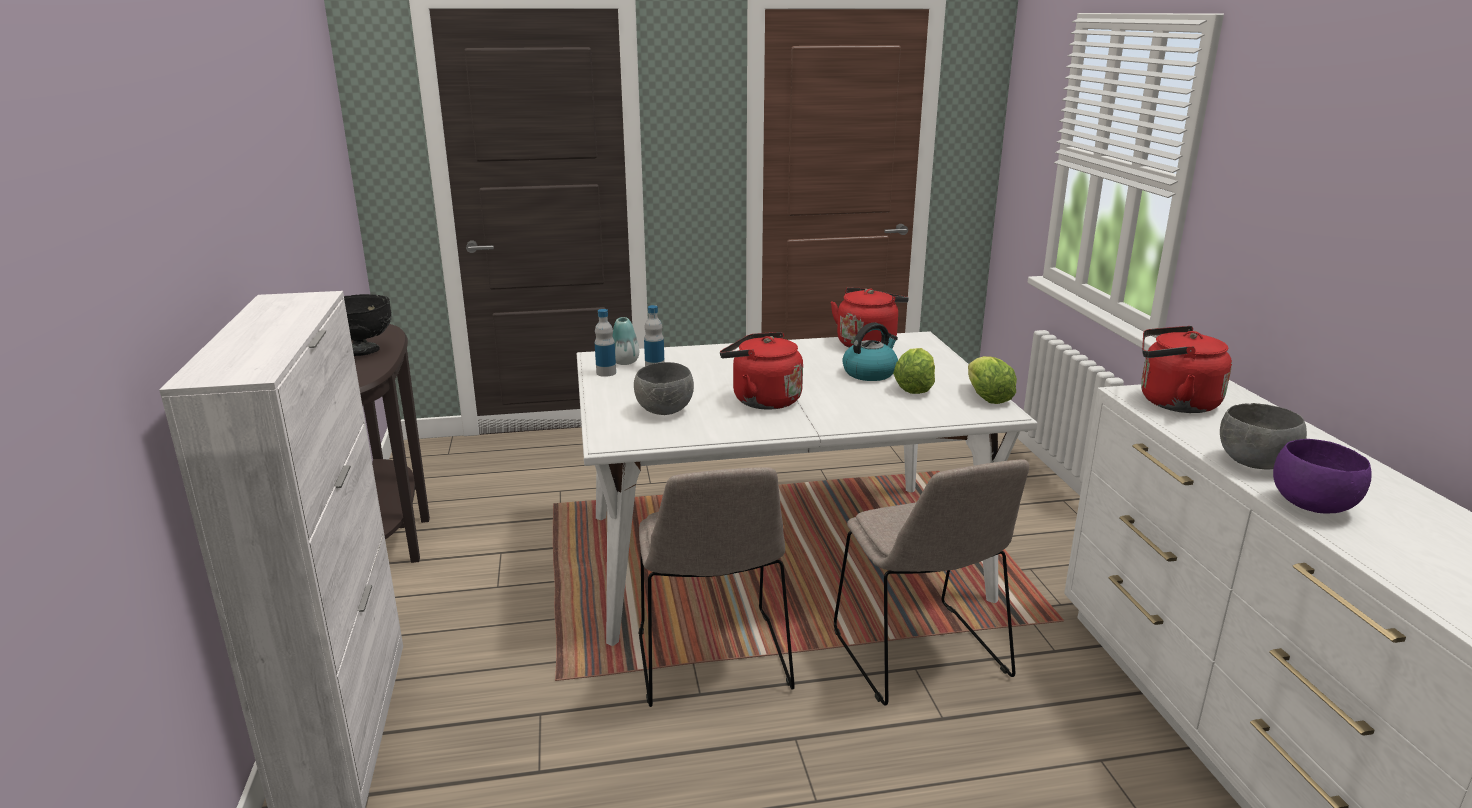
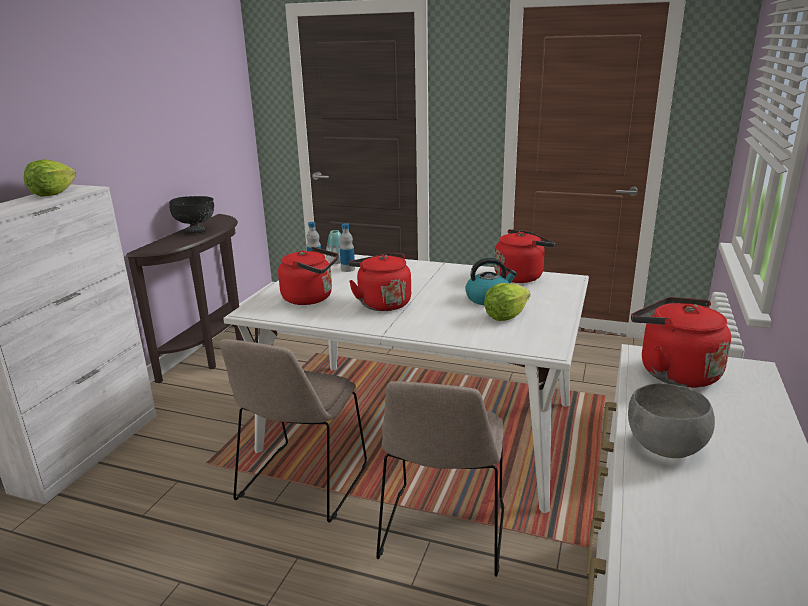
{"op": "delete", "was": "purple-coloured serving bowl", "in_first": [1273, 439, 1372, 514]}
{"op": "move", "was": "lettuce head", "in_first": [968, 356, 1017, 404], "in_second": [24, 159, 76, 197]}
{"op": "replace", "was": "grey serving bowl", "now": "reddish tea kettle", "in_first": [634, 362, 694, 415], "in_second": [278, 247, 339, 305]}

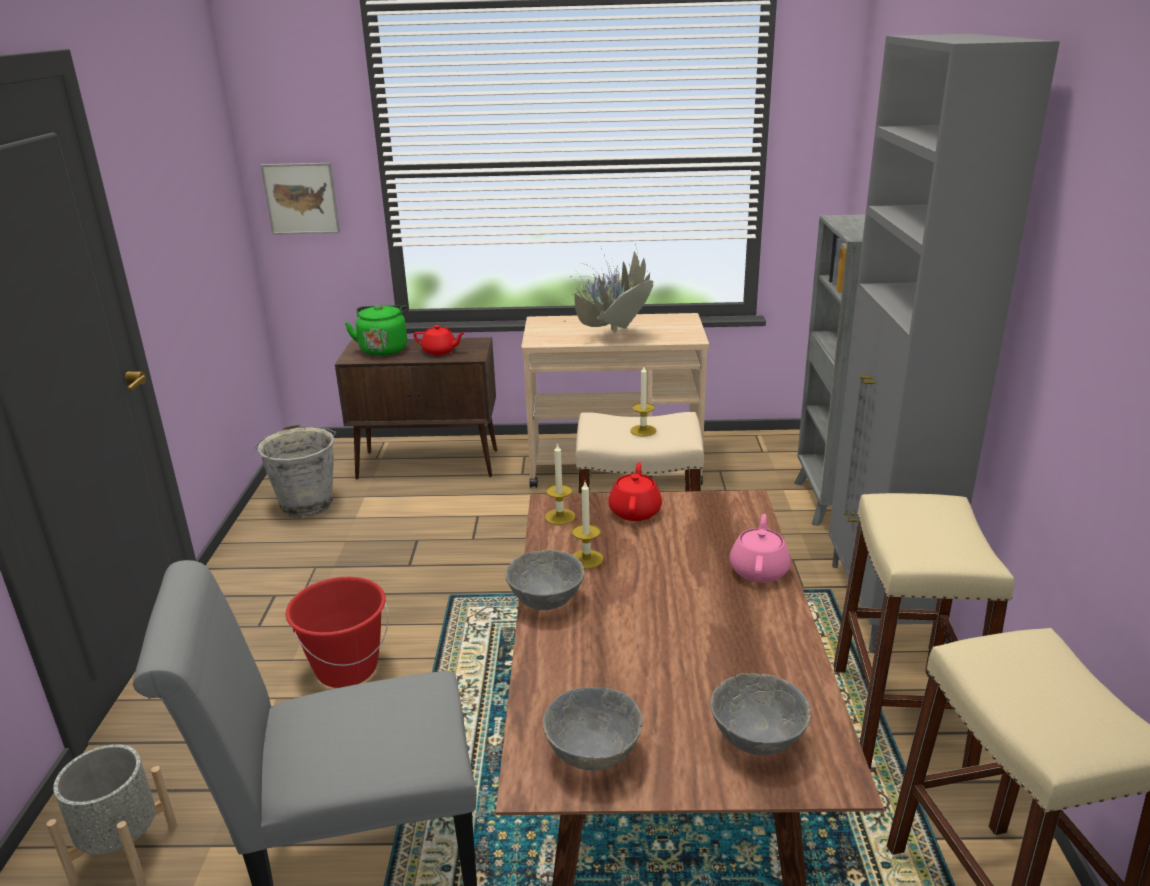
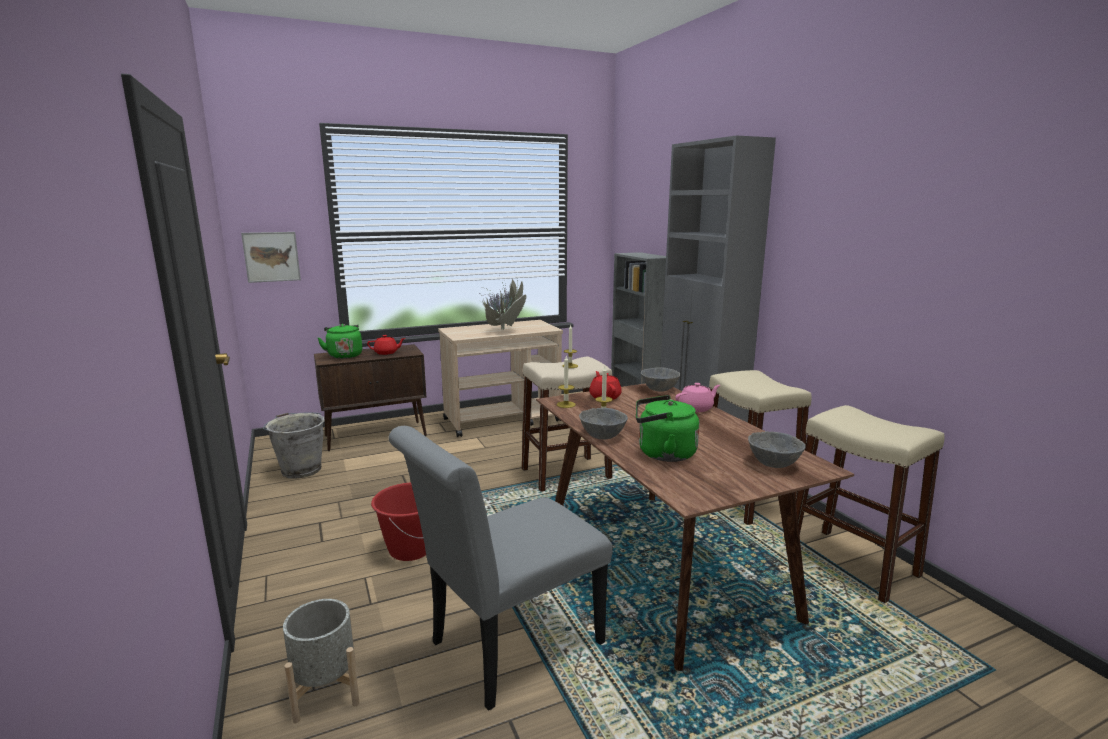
{"op": "insert", "now": "green tea kettle", "in_second": [636, 395, 700, 462]}
{"op": "move", "was": "grey serving bowl", "in_first": [543, 687, 643, 771], "in_second": [641, 367, 680, 392]}
{"op": "rotate", "was": "pink-coloured pot for tea", "in_first": [730, 514, 791, 583], "in_second": [675, 383, 720, 412], "clockwise": 75}

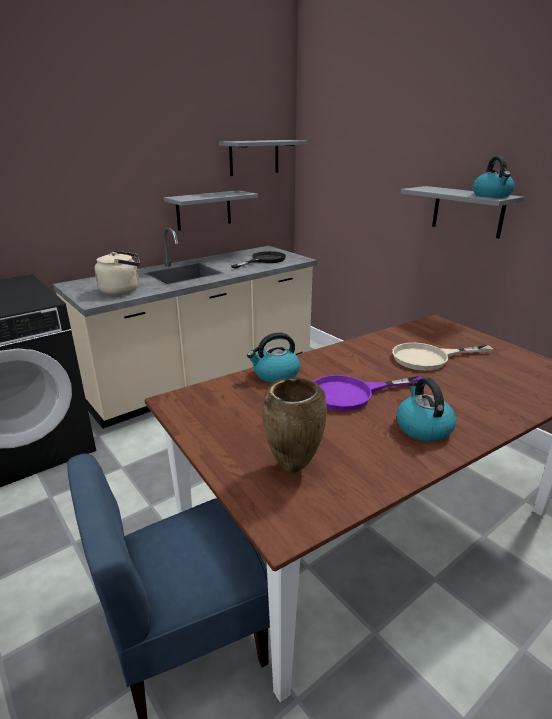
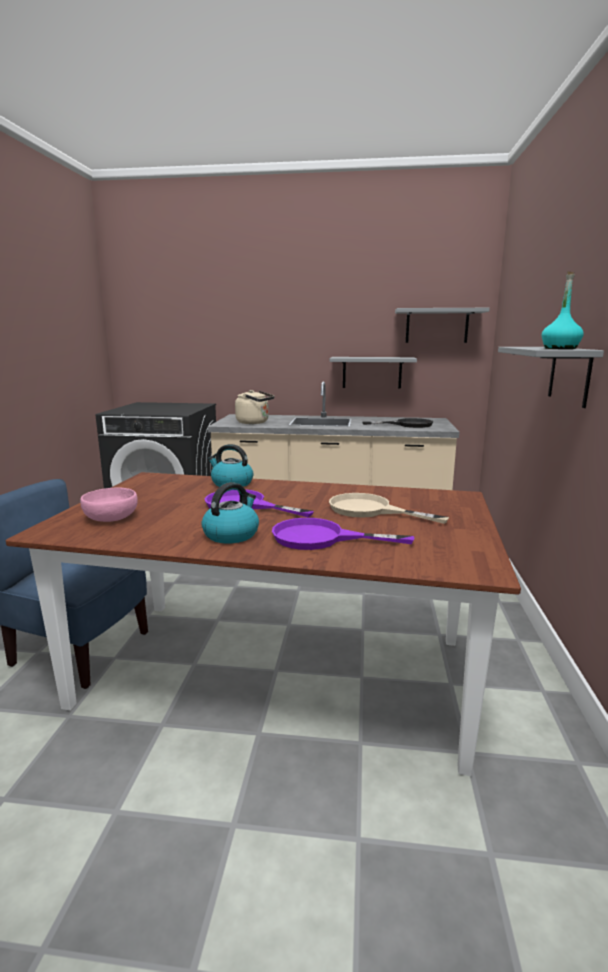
{"op": "insert", "now": "purple-coloured pan", "in_second": [272, 518, 415, 550]}
{"op": "replace", "was": "brown vase", "now": "pink-coloured serving bowl", "in_first": [262, 378, 327, 473], "in_second": [80, 487, 138, 522]}
{"op": "replace", "was": "tea kettle", "now": "turquoise drink bottle", "in_first": [473, 156, 515, 198], "in_second": [542, 272, 584, 349]}

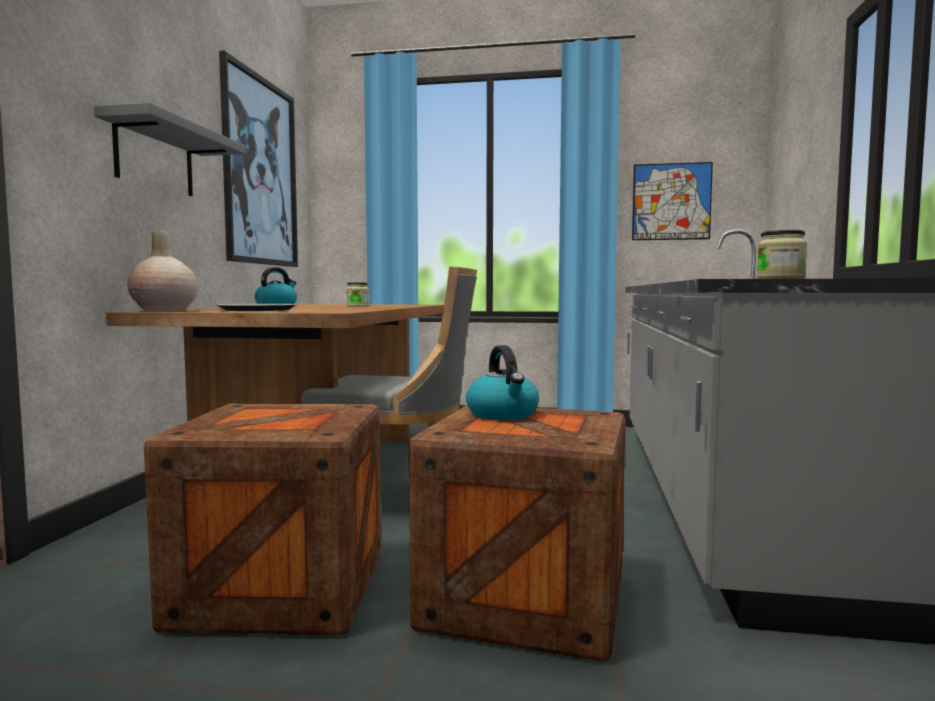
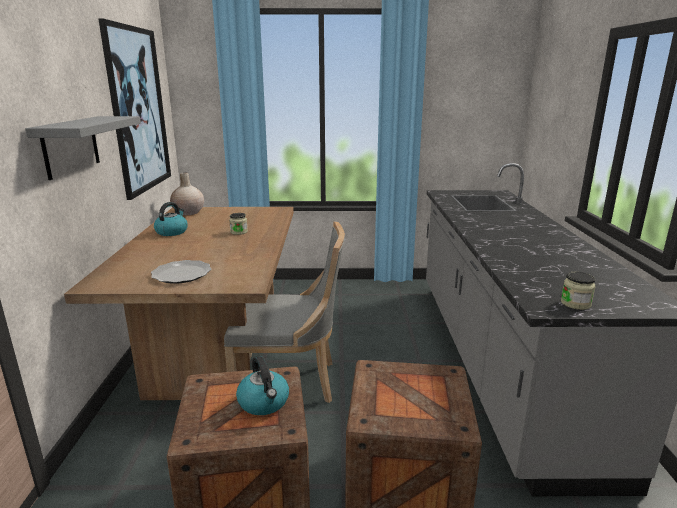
{"op": "delete", "was": "picture", "in_first": [632, 162, 713, 240]}
{"op": "move", "was": "beige-coloured vase", "in_first": [127, 231, 198, 311], "in_second": [170, 172, 204, 215]}
{"op": "move", "was": "tea kettle", "in_first": [466, 345, 539, 420], "in_second": [236, 356, 289, 415]}

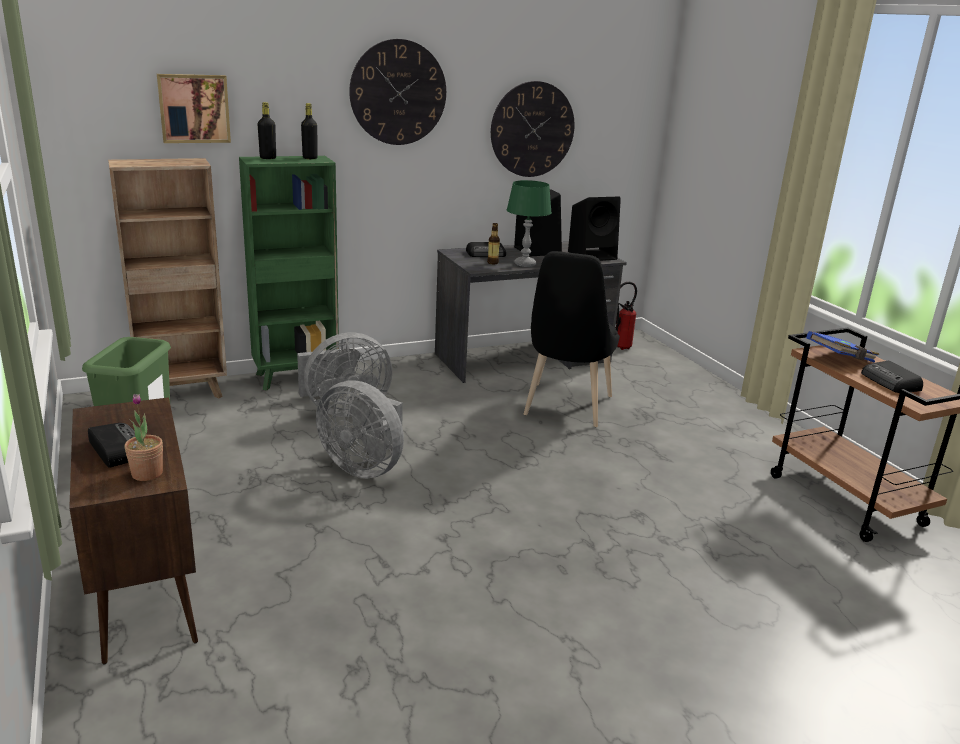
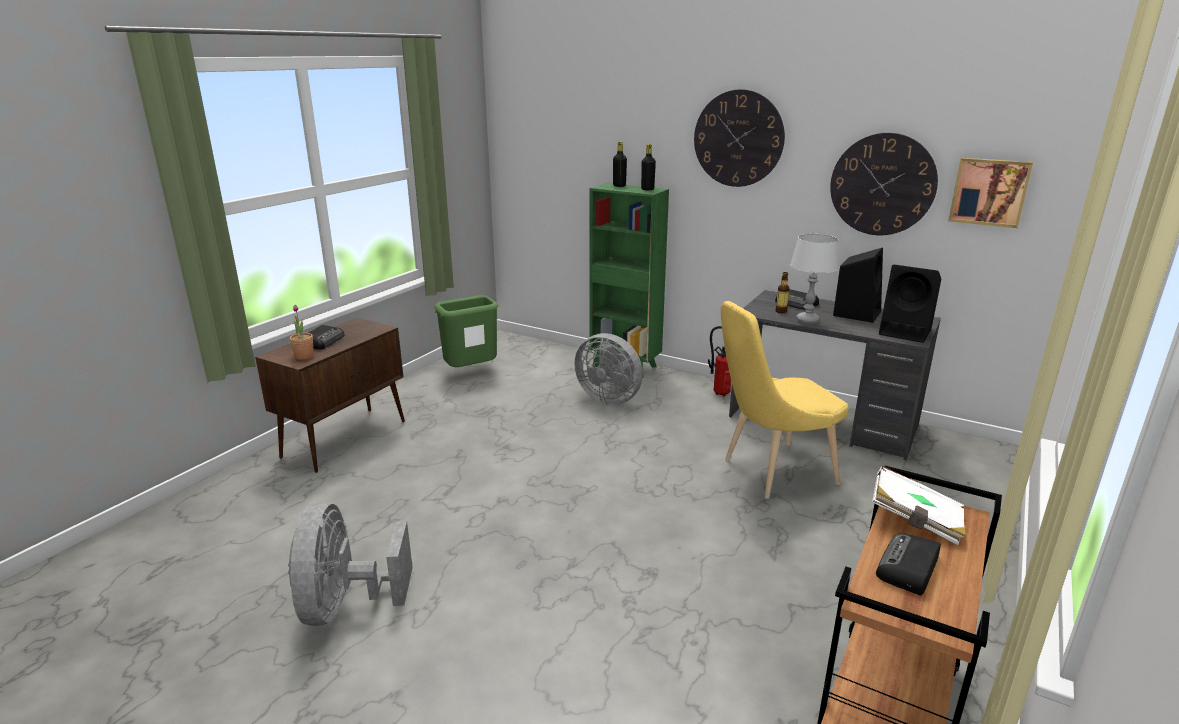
{"op": "delete", "was": "brown shelving unit", "in_first": [108, 158, 227, 398]}
{"op": "move", "was": "picture", "in_first": [157, 74, 231, 143], "in_second": [948, 158, 1033, 228]}
{"op": "move", "was": "grey cooling fan", "in_first": [316, 380, 404, 478], "in_second": [288, 502, 413, 626]}
{"op": "move", "was": "fire-fighting cylinder", "in_first": [615, 282, 637, 350], "in_second": [708, 326, 731, 396]}
{"op": "recolor", "was": "green table lamp", "now": "grey table lamp", "in_first": [507, 180, 552, 267], "in_second": [790, 234, 839, 324]}
{"op": "recolor", "was": "blackish plain chair", "now": "yellow plain chair", "in_first": [524, 251, 620, 427], "in_second": [721, 301, 849, 499]}
{"op": "recolor", "was": "blue bound book", "now": "white bound book", "in_first": [806, 331, 879, 362], "in_second": [872, 466, 966, 545]}

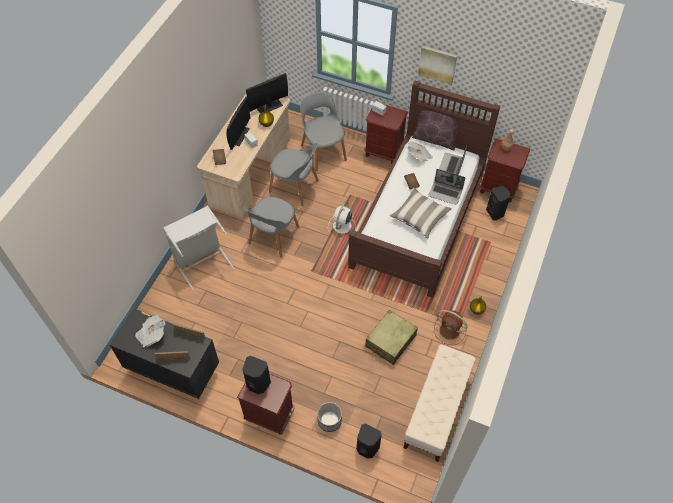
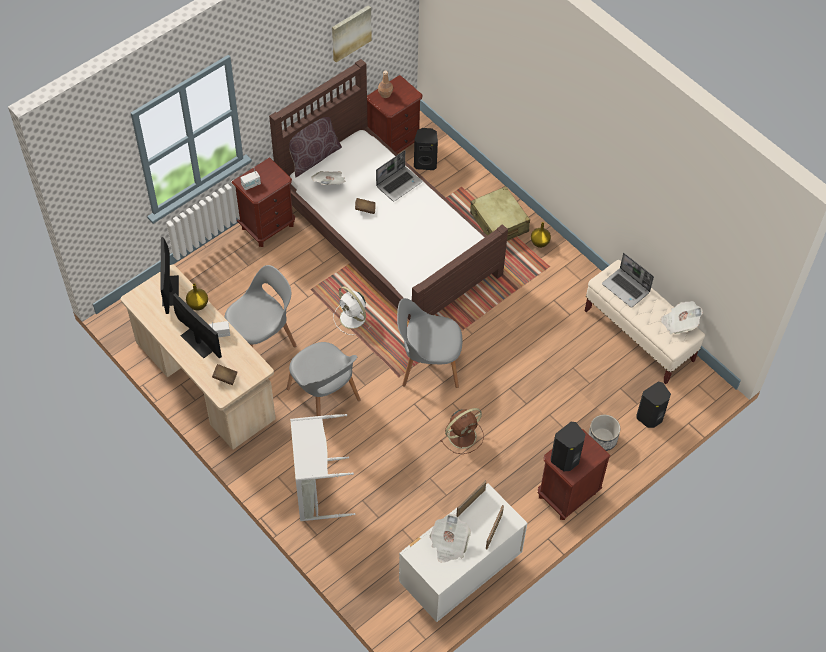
{"op": "delete", "was": "throw pillow", "in_first": [389, 188, 452, 238]}
{"op": "insert", "now": "newspaper", "in_second": [661, 301, 703, 334]}
{"op": "move", "was": "grey plain chair", "in_first": [300, 92, 347, 171], "in_second": [397, 298, 463, 388]}
{"op": "move", "was": "beige-coloured suitcase", "in_first": [365, 310, 418, 365], "in_second": [470, 186, 530, 241]}
{"op": "move", "was": "picture", "in_first": [418, 46, 457, 85], "in_second": [332, 5, 372, 62]}
{"op": "move", "was": "brown cooling fan", "in_first": [434, 310, 468, 345], "in_second": [440, 408, 484, 454]}
{"op": "move", "was": "laptop", "in_first": [439, 146, 467, 175], "in_second": [602, 253, 654, 308]}
{"op": "recolor", "was": "blackish dresser", "now": "white dresser", "in_first": [110, 308, 219, 399], "in_second": [399, 483, 527, 622]}

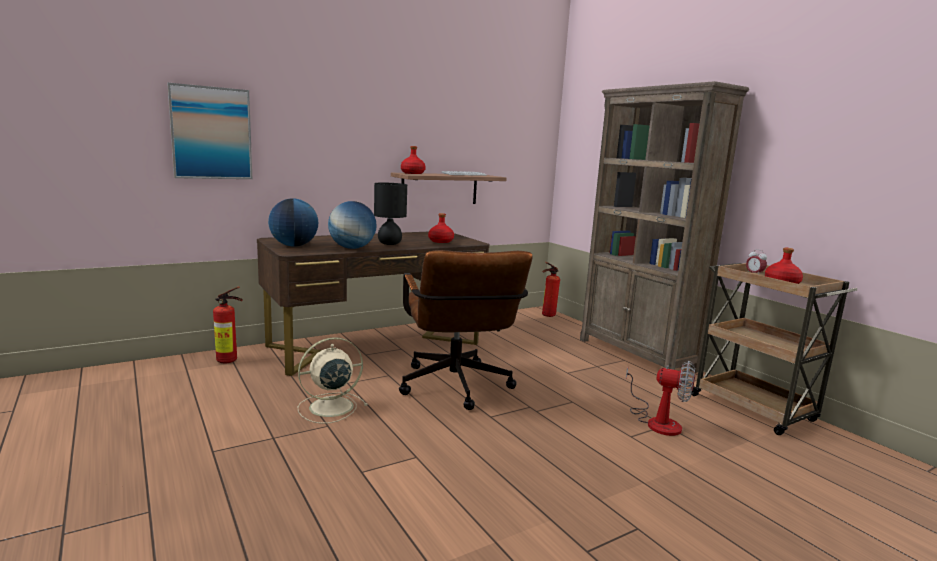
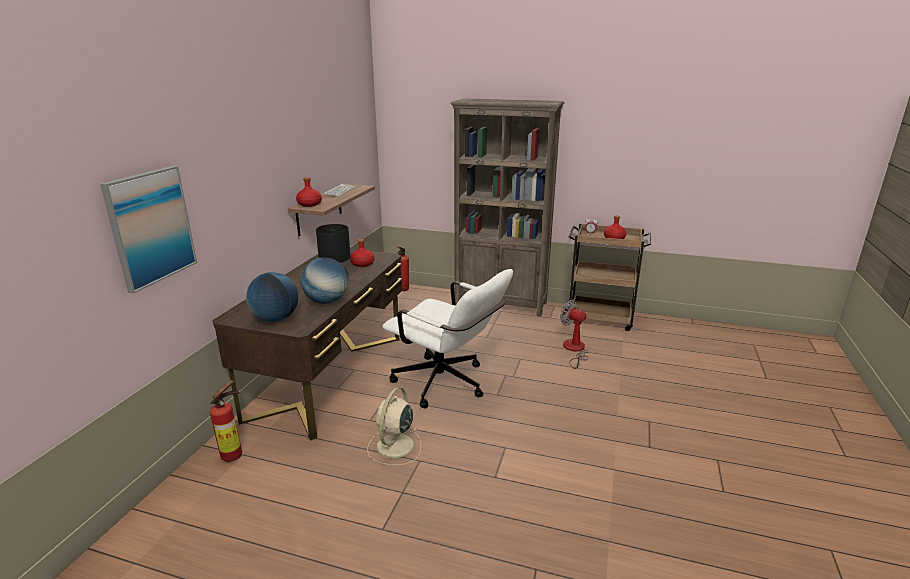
{"op": "recolor", "was": "brown desk chair", "now": "white desk chair", "in_first": [399, 250, 533, 410], "in_second": [382, 269, 513, 408]}
{"op": "rotate", "was": "cooling fan", "in_first": [626, 361, 695, 436], "in_second": [560, 300, 588, 369], "clockwise": -120}

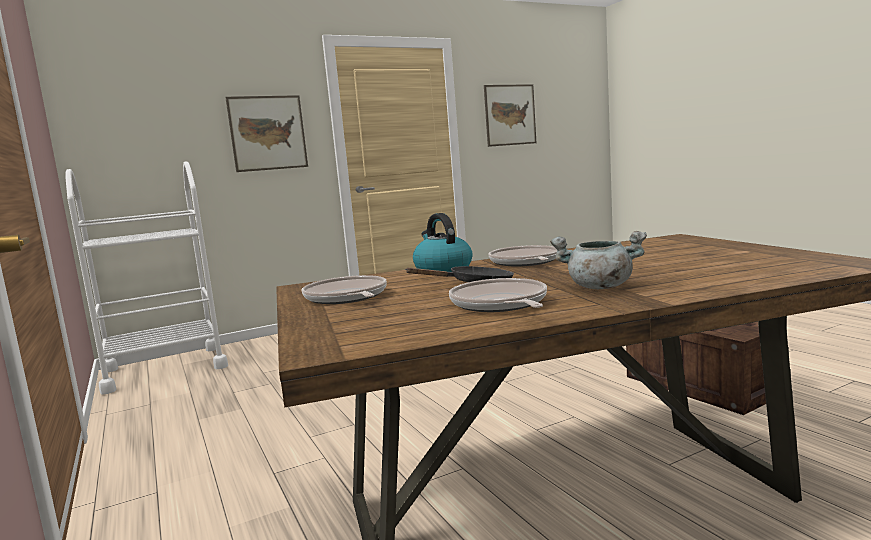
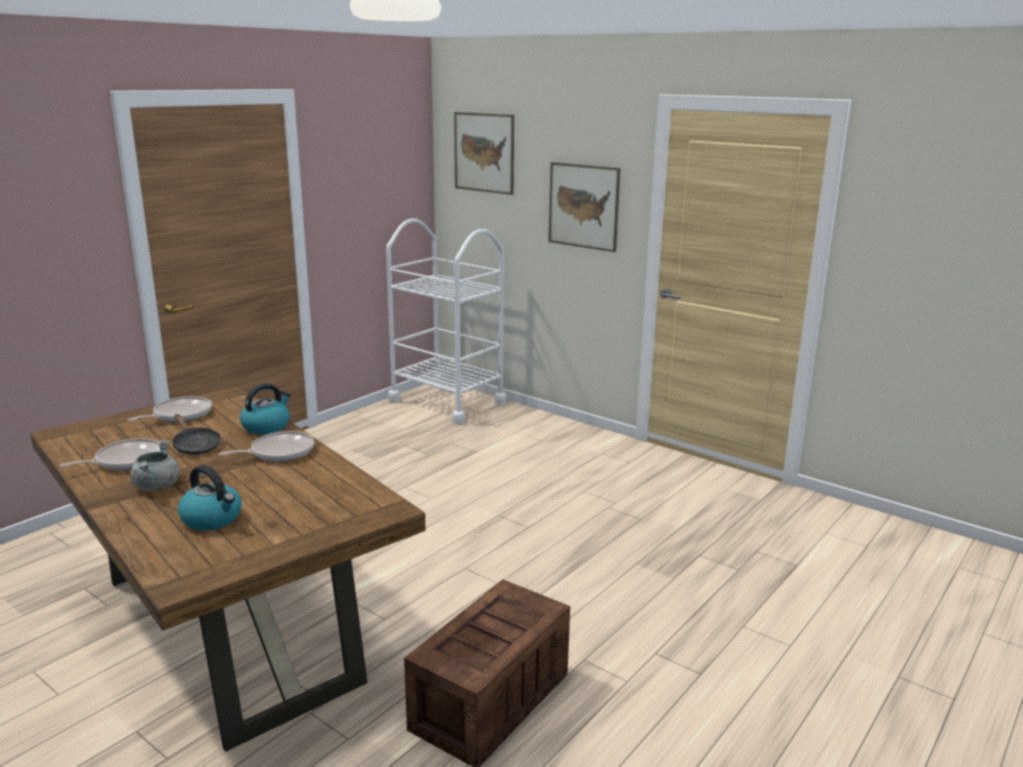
{"op": "insert", "now": "tea kettle", "in_second": [178, 465, 242, 530]}
{"op": "move", "was": "picture", "in_first": [484, 84, 536, 147], "in_second": [454, 112, 514, 195]}

